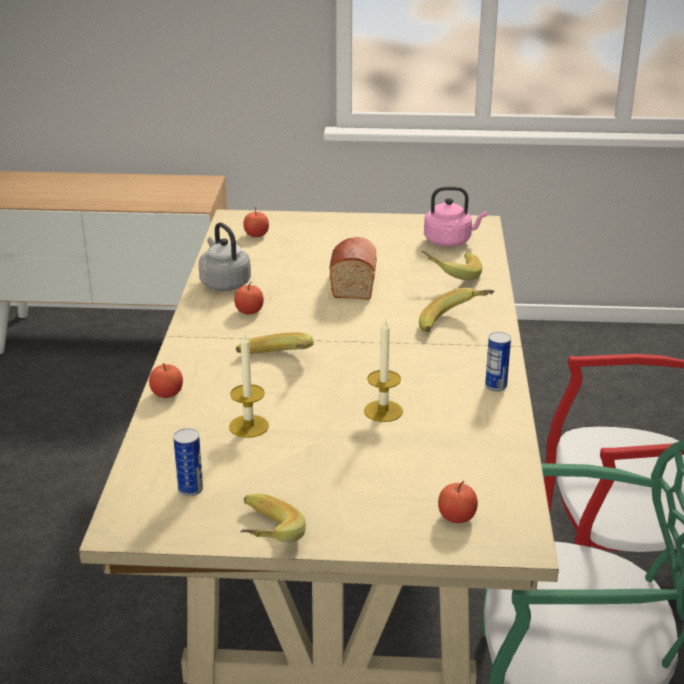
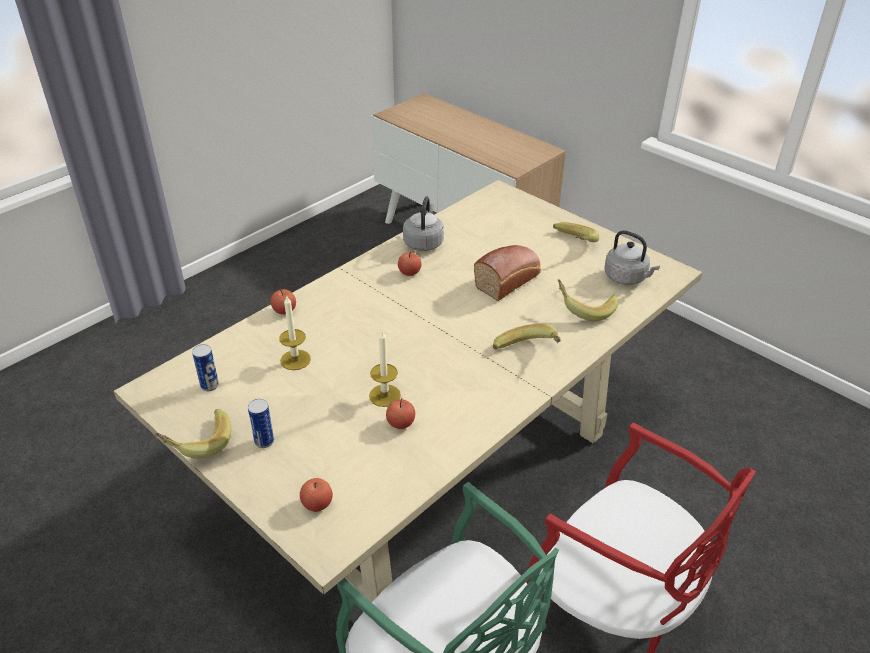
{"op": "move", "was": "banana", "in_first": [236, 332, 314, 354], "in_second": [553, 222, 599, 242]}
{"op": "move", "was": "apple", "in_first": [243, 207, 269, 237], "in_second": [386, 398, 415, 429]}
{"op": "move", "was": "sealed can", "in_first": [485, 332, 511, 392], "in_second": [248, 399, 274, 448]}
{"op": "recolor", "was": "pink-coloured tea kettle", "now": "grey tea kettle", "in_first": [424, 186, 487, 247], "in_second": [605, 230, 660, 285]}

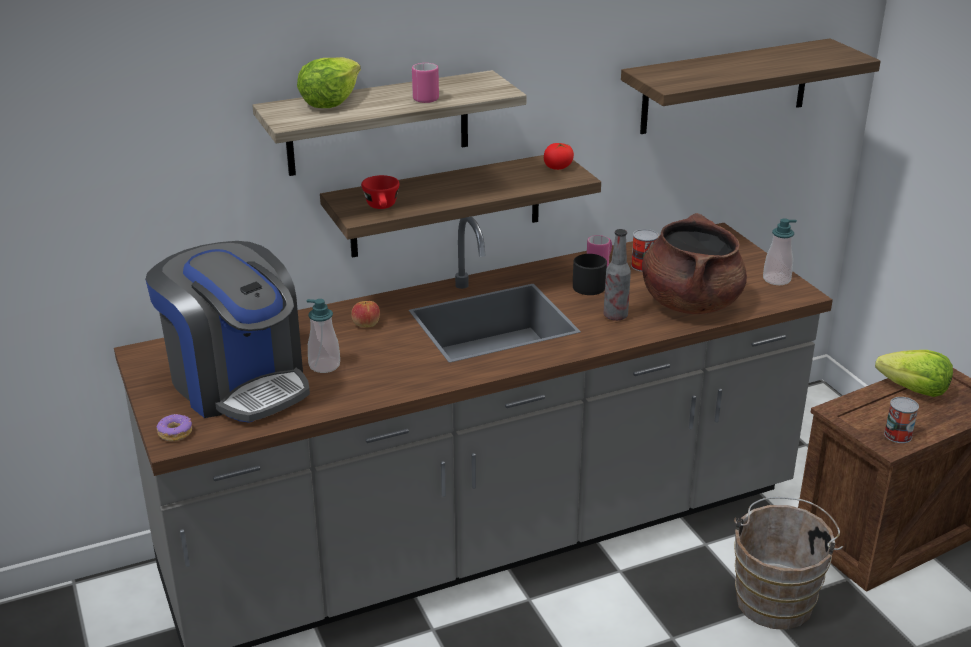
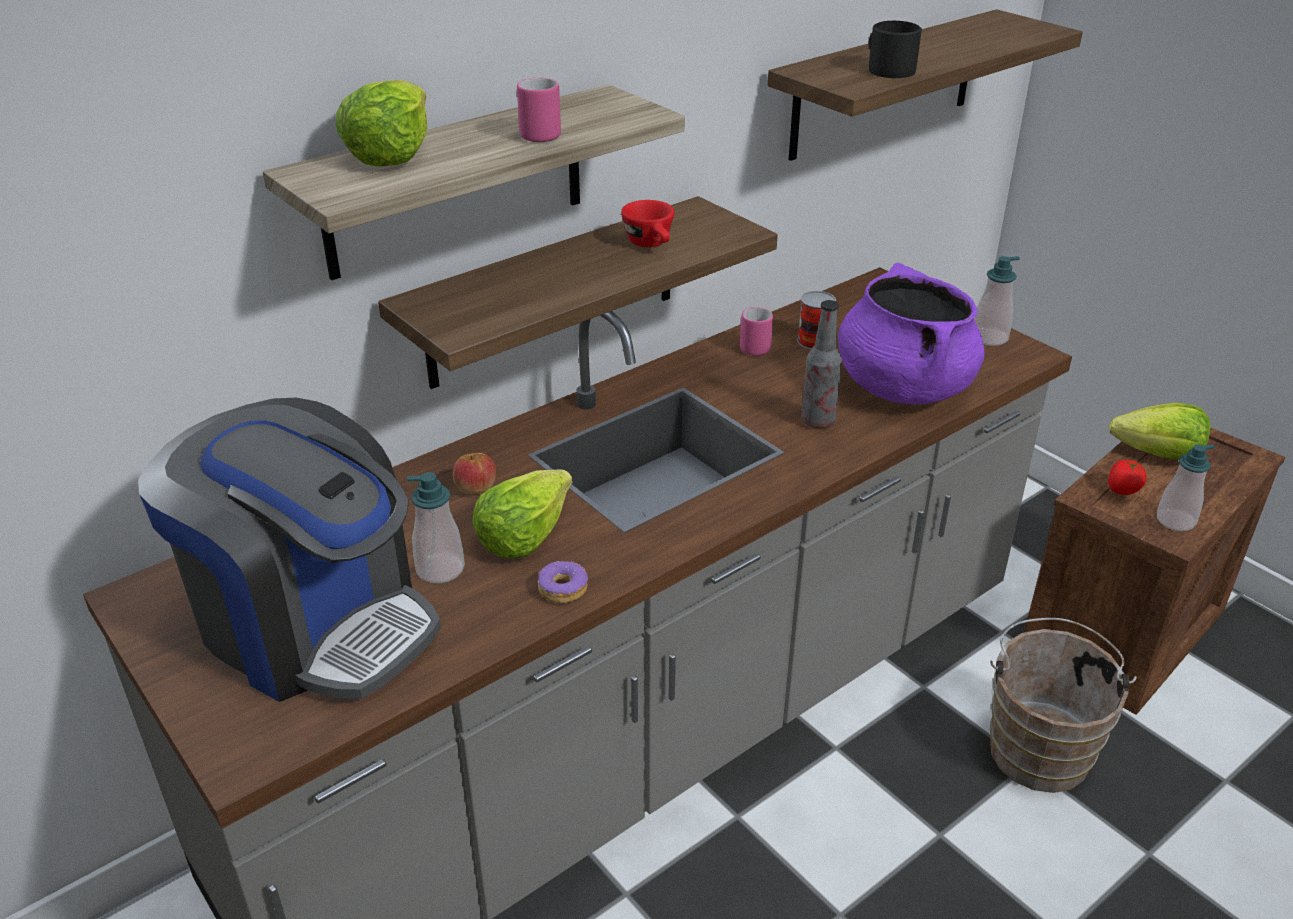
{"op": "insert", "now": "lettuce head", "in_second": [472, 470, 572, 559]}
{"op": "move", "was": "donut", "in_first": [157, 414, 192, 442], "in_second": [538, 561, 588, 603]}
{"op": "move", "was": "reddish small cup", "in_first": [361, 175, 400, 209], "in_second": [621, 200, 674, 247]}
{"op": "move", "was": "whole tomato", "in_first": [544, 143, 574, 170], "in_second": [1108, 460, 1147, 495]}
{"op": "move", "was": "blackish mug", "in_first": [573, 254, 607, 295], "in_second": [869, 21, 922, 78]}
{"op": "replace", "was": "sealed can", "now": "liquid soap bottle", "in_first": [884, 397, 919, 443], "in_second": [1157, 444, 1215, 531]}
{"op": "recolor", "was": "brown stockpot", "now": "purple-coloured stockpot", "in_first": [642, 213, 747, 314], "in_second": [838, 262, 985, 405]}

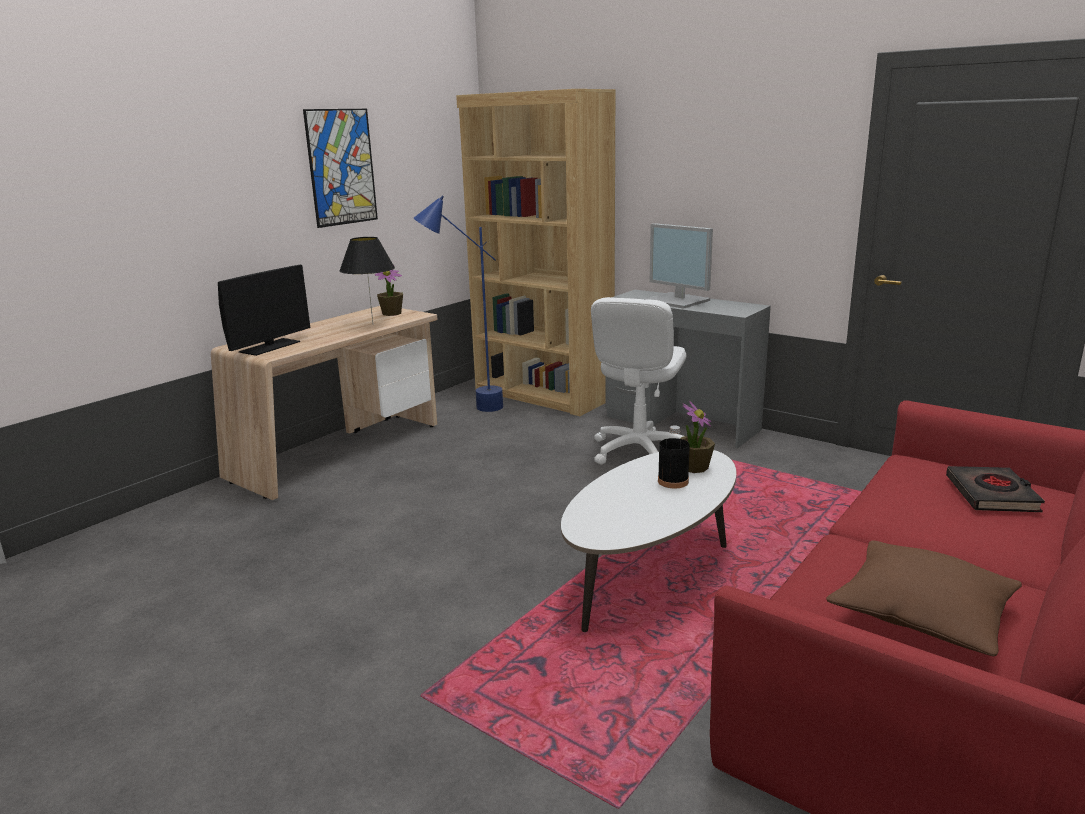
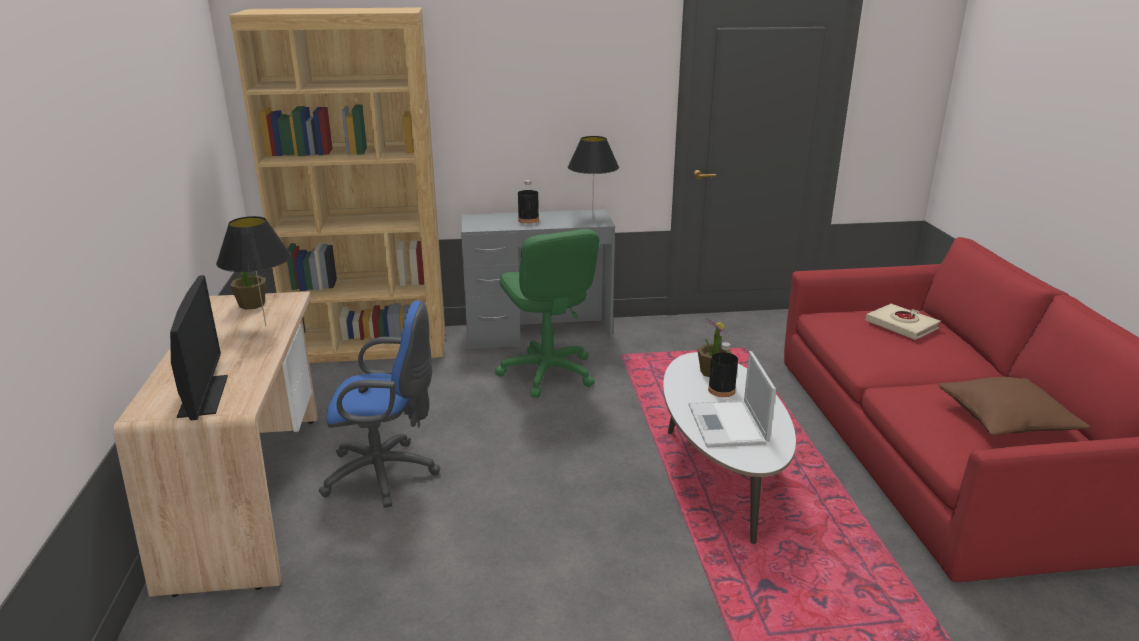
{"op": "delete", "was": "picture", "in_first": [303, 109, 378, 228]}
{"op": "delete", "was": "blue floor lamp", "in_first": [414, 195, 503, 412]}
{"op": "insert", "now": "blue desk chair", "in_second": [319, 301, 440, 508]}
{"op": "insert", "now": "blackish table lamp", "in_second": [568, 136, 619, 219]}
{"op": "insert", "now": "laptop", "in_second": [689, 351, 776, 448]}
{"op": "replace", "was": "monitor", "now": "blackish drink bottle", "in_first": [646, 223, 713, 309], "in_second": [518, 180, 539, 224]}
{"op": "recolor", "was": "white desk chair", "now": "green desk chair", "in_first": [591, 297, 686, 464], "in_second": [495, 229, 599, 398]}
{"op": "recolor", "was": "blackish bound book", "now": "beige-coloured bound book", "in_first": [946, 466, 1045, 512], "in_second": [865, 304, 941, 340]}

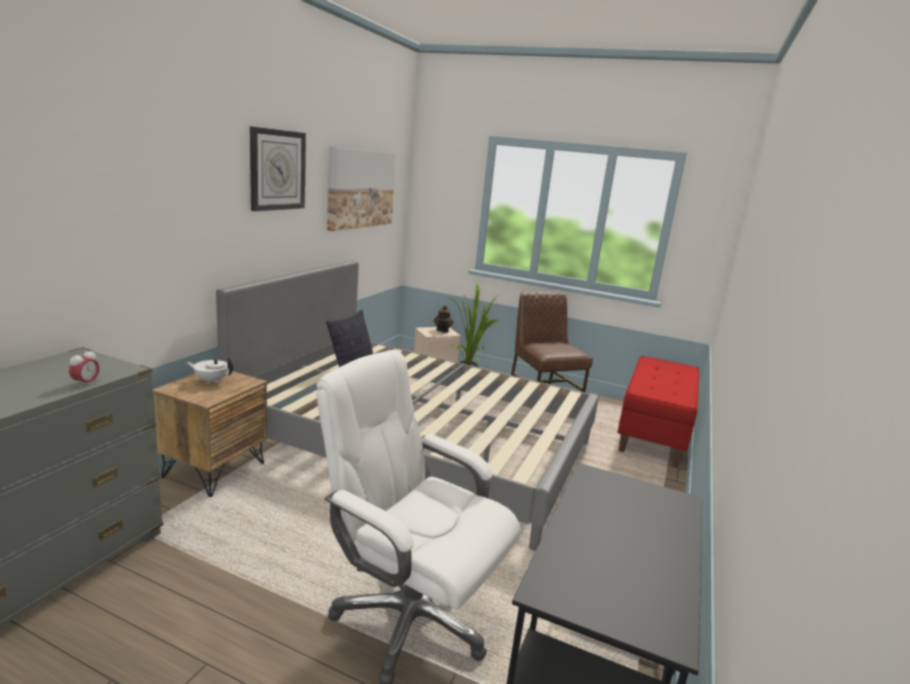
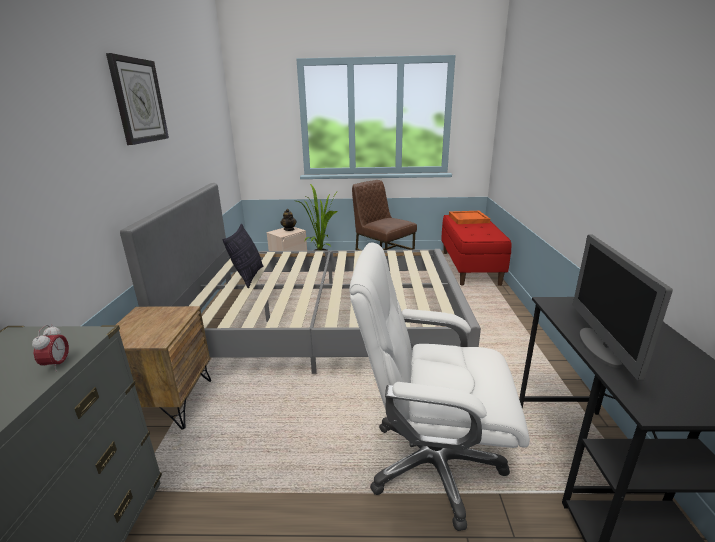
{"op": "delete", "was": "white pot for tea", "in_first": [187, 357, 233, 384]}
{"op": "delete", "was": "picture", "in_first": [327, 147, 396, 231]}
{"op": "insert", "now": "orange tray", "in_second": [449, 211, 490, 224]}
{"op": "insert", "now": "monitor", "in_second": [573, 235, 673, 380]}

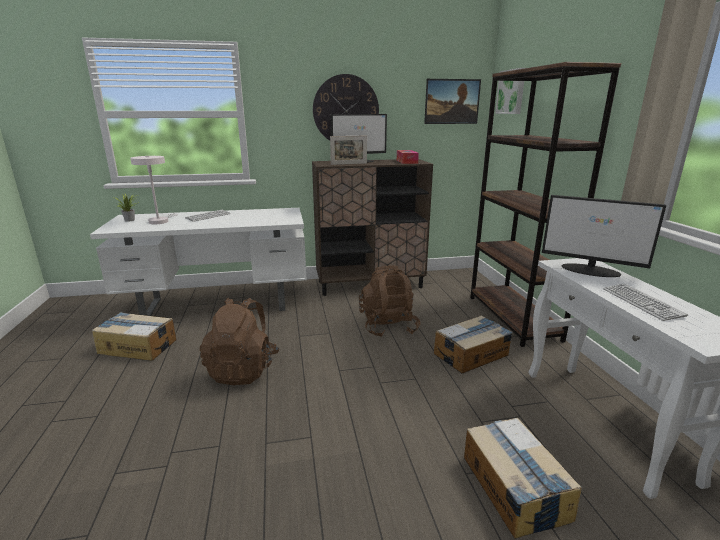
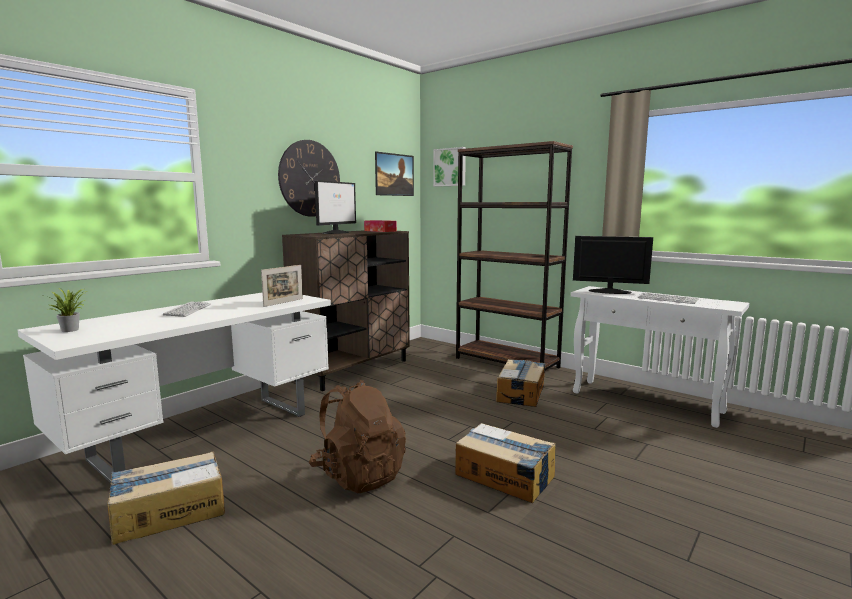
{"op": "delete", "was": "white table lamp", "in_first": [130, 156, 178, 224]}
{"op": "delete", "was": "brown rucksack", "in_first": [359, 266, 421, 337]}
{"op": "move", "was": "picture frame", "in_first": [330, 136, 367, 165], "in_second": [261, 265, 303, 307]}
{"op": "move", "was": "cardboard box", "in_first": [464, 418, 582, 539], "in_second": [455, 423, 556, 503]}
{"op": "rotate", "was": "monitor", "in_first": [542, 195, 666, 277], "in_second": [573, 236, 653, 294], "clockwise": -150}

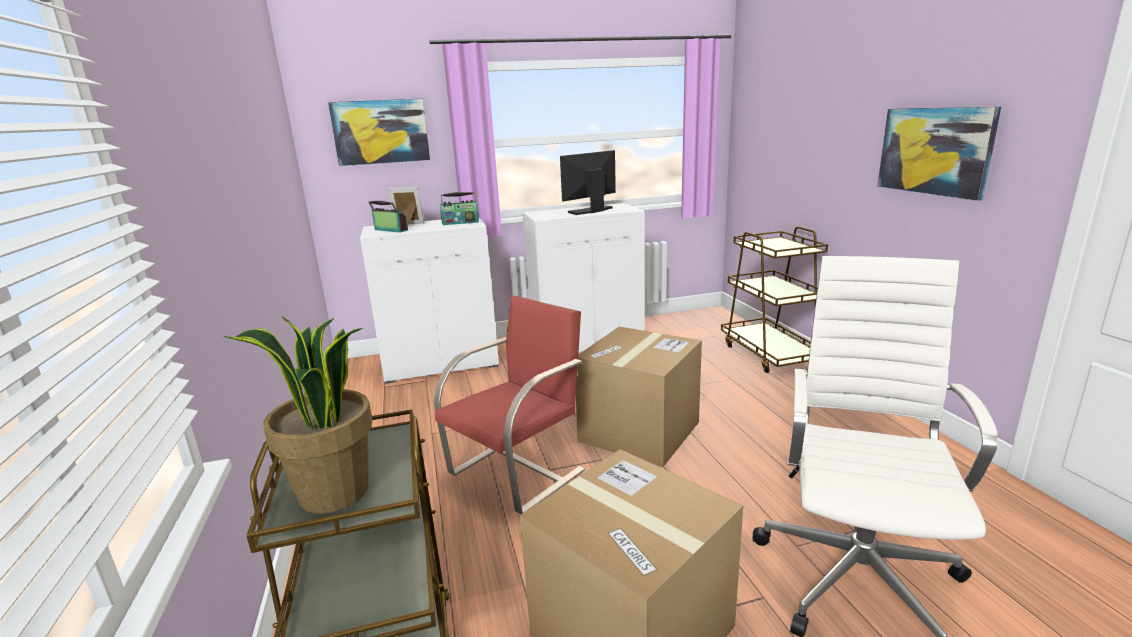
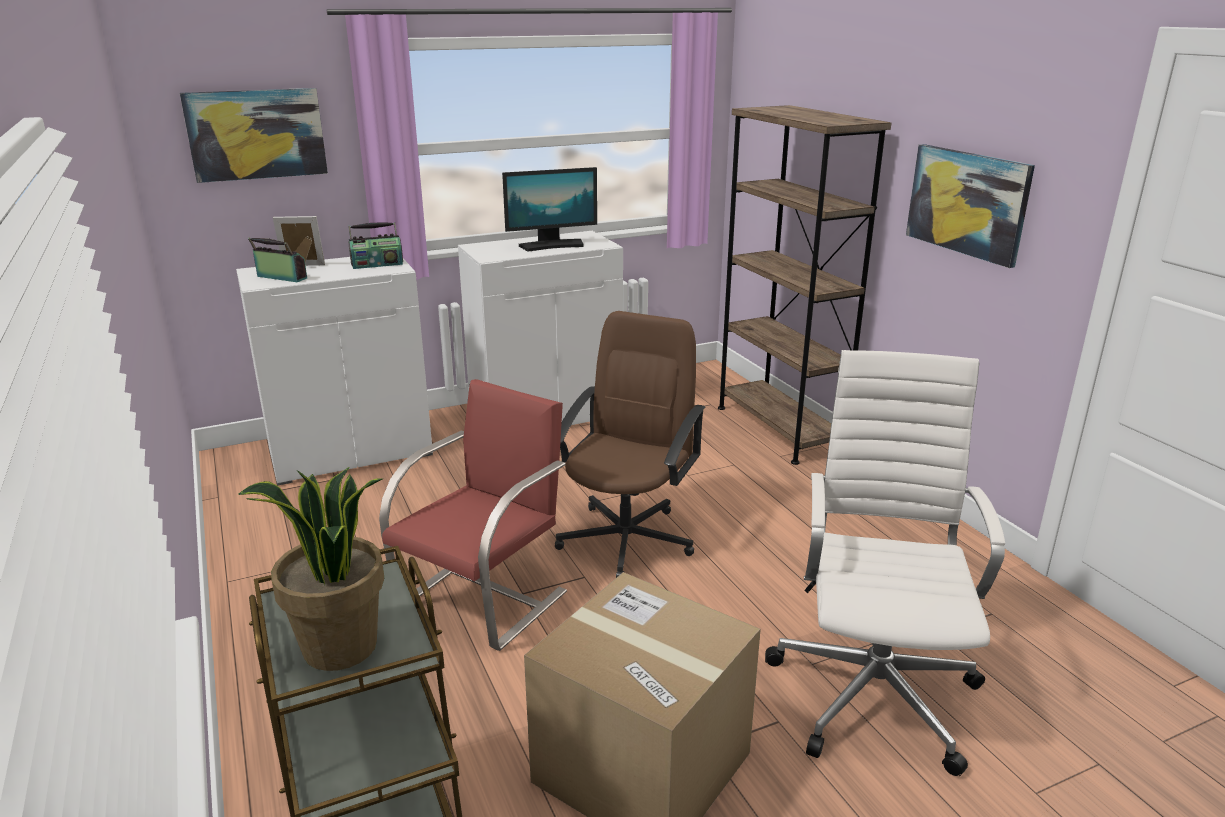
{"op": "replace", "was": "cardboard box", "now": "brown desk chair", "in_first": [576, 326, 702, 467], "in_second": [555, 311, 705, 578]}
{"op": "replace", "was": "brown cart", "now": "brown shelving unit", "in_first": [721, 226, 828, 373], "in_second": [718, 105, 891, 465]}
{"op": "rotate", "was": "monitor", "in_first": [560, 150, 616, 215], "in_second": [502, 167, 597, 252], "clockwise": -150}

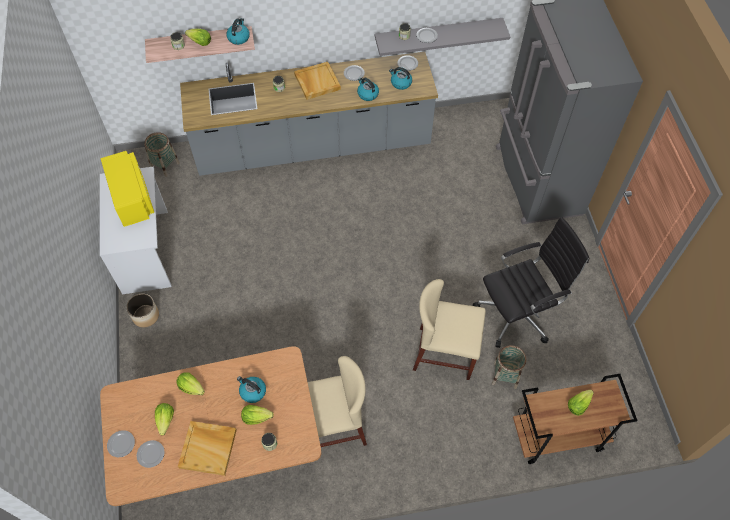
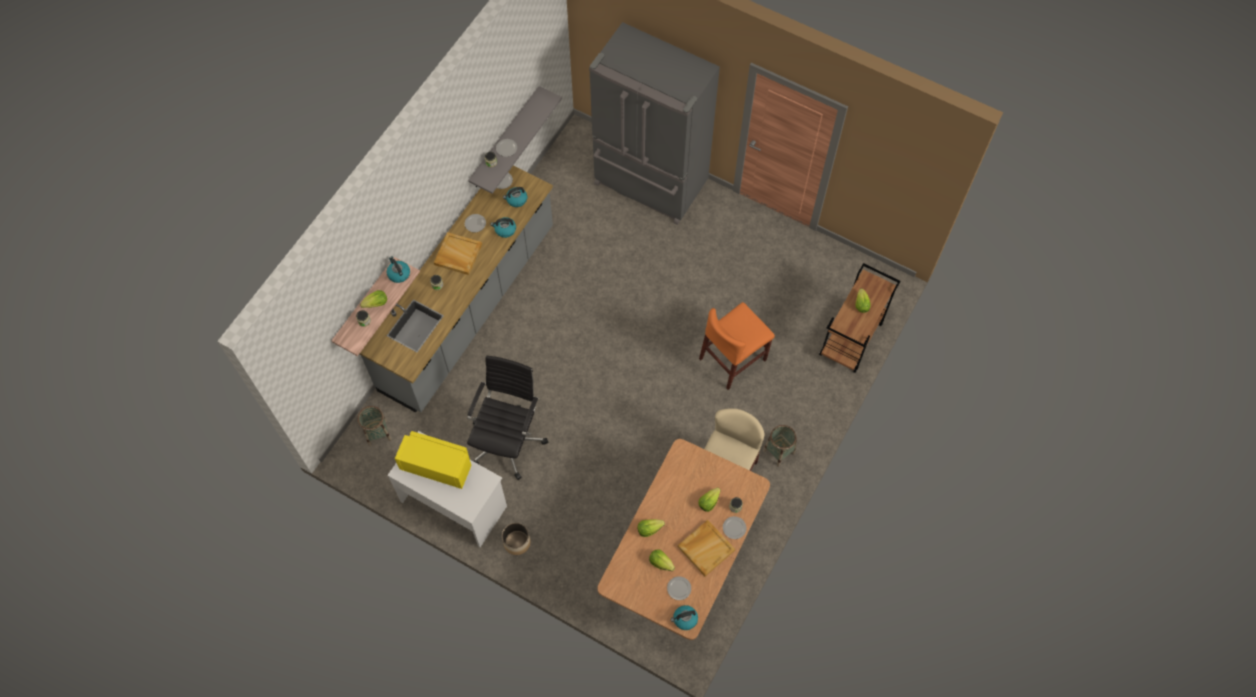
{"op": "move", "was": "dinner plate", "in_first": [107, 430, 135, 458], "in_second": [723, 516, 746, 539]}
{"op": "move", "was": "tea kettle", "in_first": [237, 376, 266, 403], "in_second": [671, 605, 698, 630]}
{"op": "move", "was": "blackish desk chair", "in_first": [473, 217, 590, 348], "in_second": [467, 355, 548, 480]}
{"op": "move", "was": "basket", "in_first": [492, 345, 527, 389], "in_second": [763, 425, 797, 467]}
{"op": "recolor", "was": "beige-coloured plain chair", "now": "orange plain chair", "in_first": [413, 279, 486, 380], "in_second": [699, 302, 775, 390]}

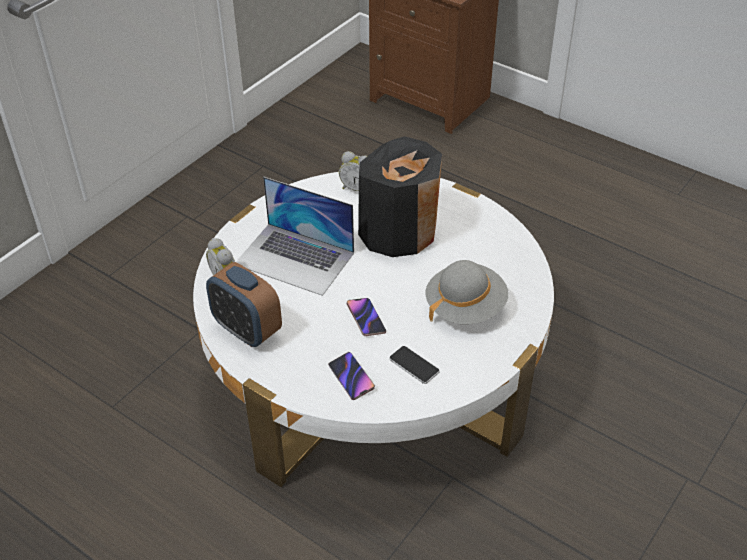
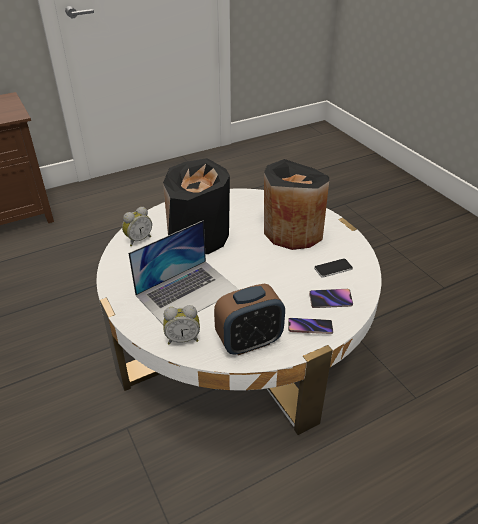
{"op": "move", "was": "phone", "in_first": [347, 298, 386, 336], "in_second": [288, 318, 333, 334]}
{"op": "replace", "was": "grey clothing hat", "now": "blackish vase", "in_first": [425, 260, 508, 324], "in_second": [264, 159, 329, 250]}

